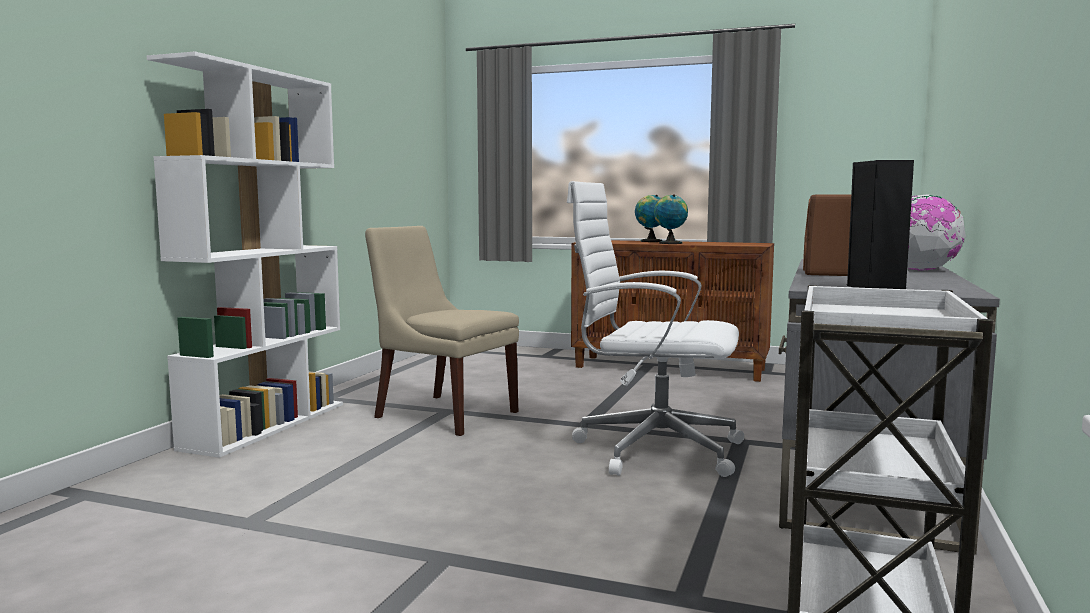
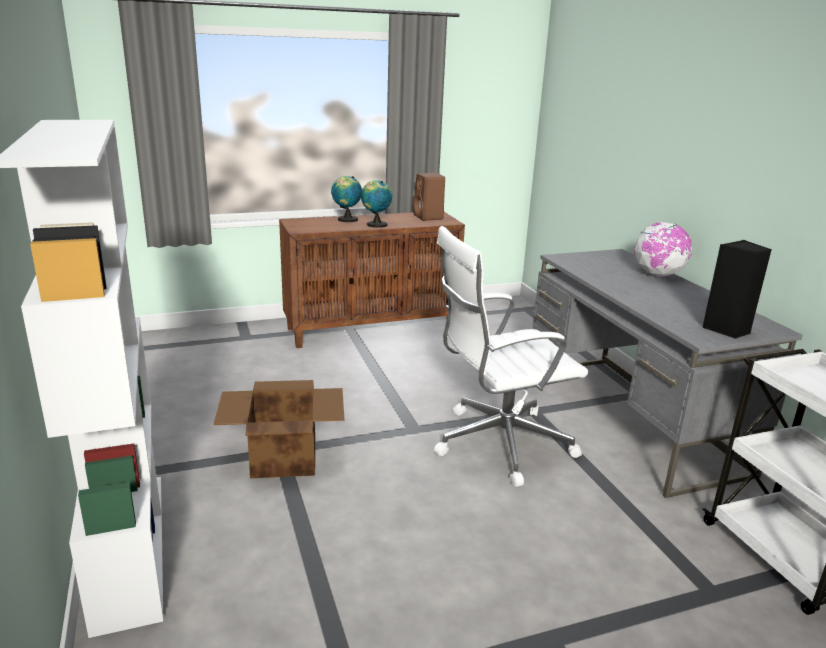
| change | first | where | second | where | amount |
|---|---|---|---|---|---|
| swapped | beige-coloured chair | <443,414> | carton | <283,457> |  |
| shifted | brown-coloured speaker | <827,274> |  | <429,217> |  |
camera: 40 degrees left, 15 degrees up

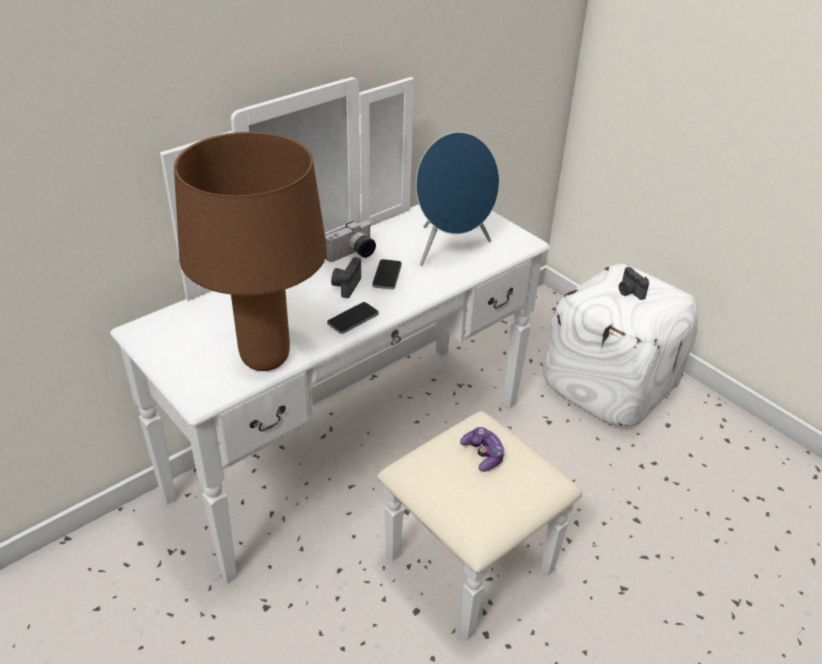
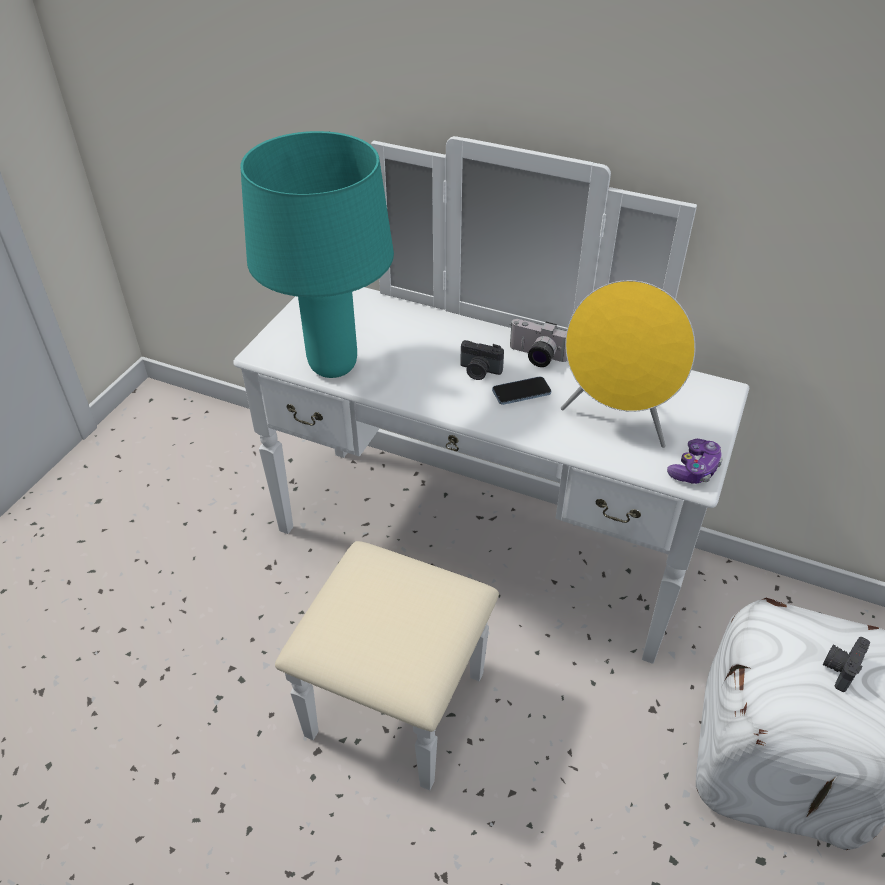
| change | first | where | second | where | amount |
|---|---|---|---|---|---|
| repainted | brown-coloured tabletop lamp | <266,359> | turquoise tabletop lamp | <333,367> |  |
| rotated | still camera | <345,286> |  | <479,371> | 150 degrees counterclockwise |
| repainted | blue speaker | <451,249> | yellow-coloured speaker | <616,421> |  |
| shifted | game controller | <483,454> |  | <694,469> |  |
| gone | phone | <353,319> |  |  |  |
camera: 65 degrees right, 5 degrees up

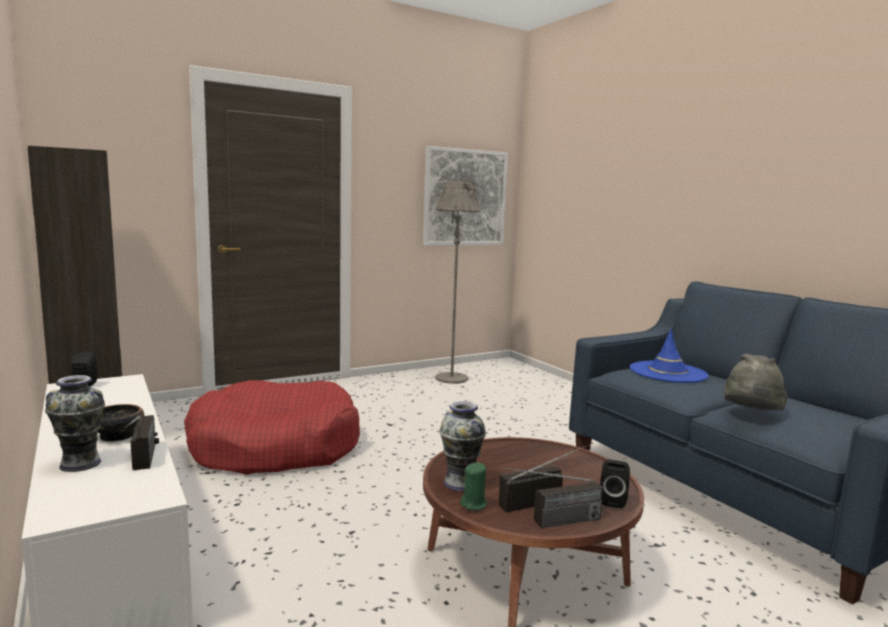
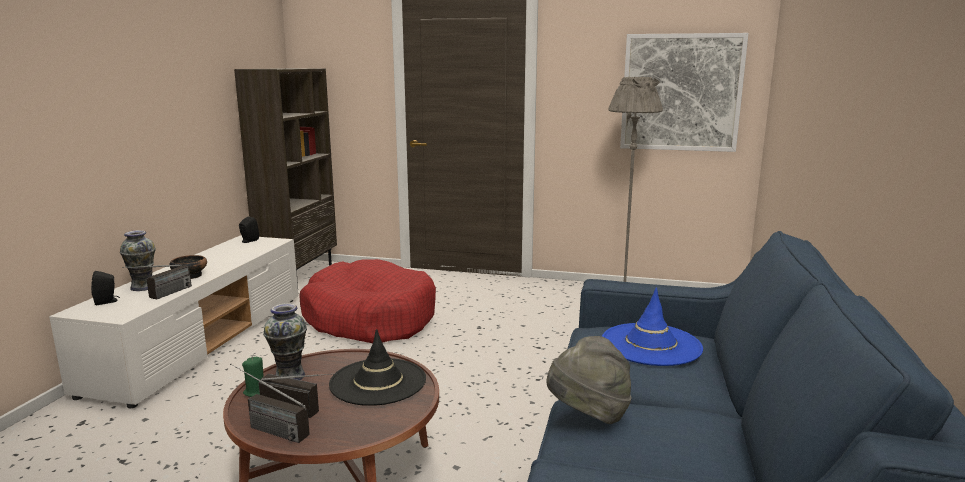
| change | first | where | second | where | amount |
|---|---|---|---|---|---|
| shifted | blackish speaker | <612,500> |  | <107,302> |  |
| new |  |  | blackish clothing hat | <378,382> |  |
camera: 45 degrees right, 5 degrees up

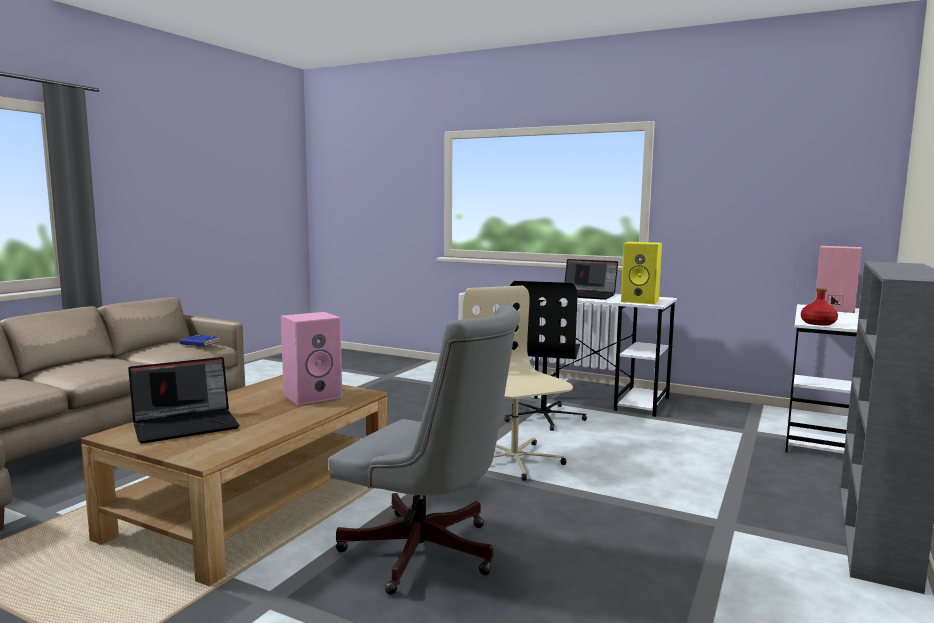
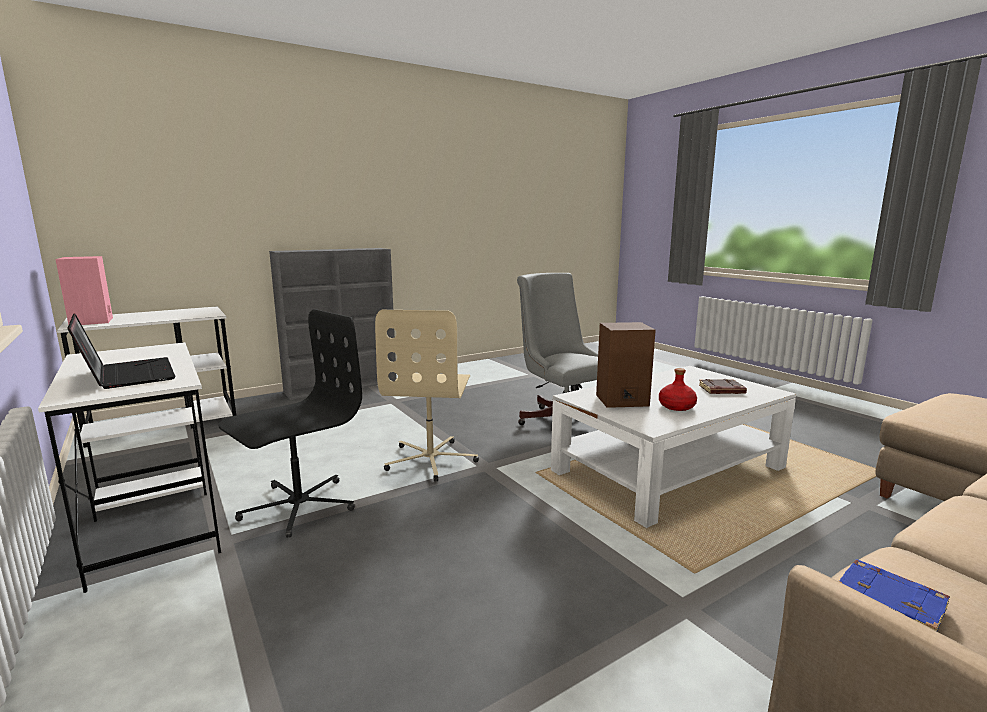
| change | first | where | second | where | amount |
|---|---|---|---|---|---|
| repainted | brown-coloured lounge table | <256,504> | white lounge table | <668,470> |  |
| repainted | pinkish speaker | <313,395> | brown-coloured speaker | <621,401> |  |
| shifted | red beverage bottle | <818,323> |  | <676,406> |  |
| swapped | laptop | <187,425> | brown-coloured book | <721,390> |  |
| gone | yellow-coloured speaker | <641,301> |  |  |  |
camera: 150 degrees left, 5 degrees up

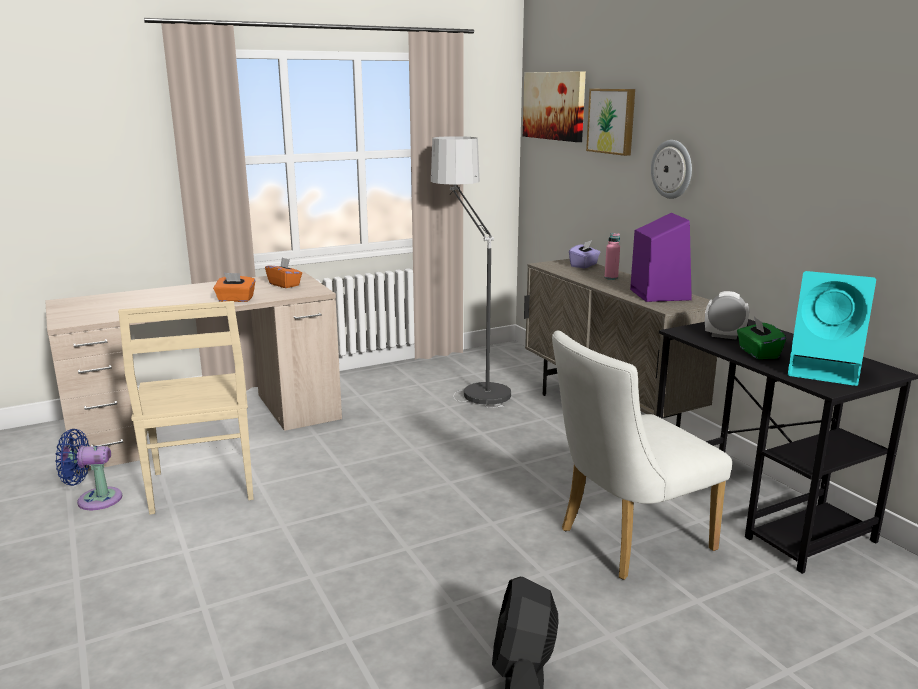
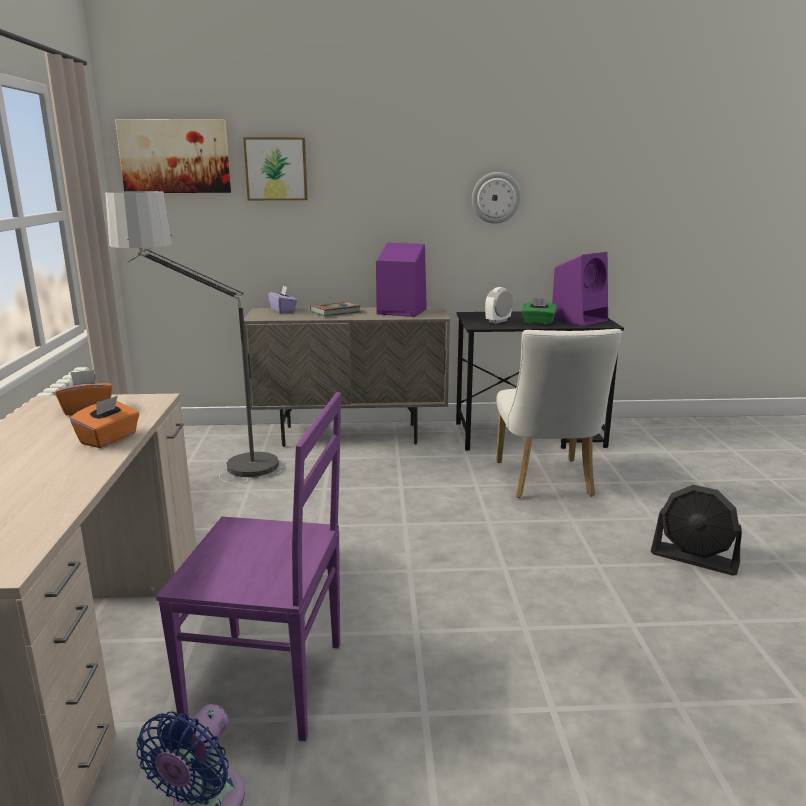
| change | first | where | second | where | amount |
|---|---|---|---|---|---|
| repainted | beige-coloured chair | <202,488> | purple-coloured chair | <271,683> |  |
| swapped | pinkish beverage bottle | <611,278> | book | <335,312> |  |
| shifted | clock on the wall | <672,169> |  | <496,197> |  |
| repainted | turquoise speaker | <825,371> | purple-coloured speaker | <580,319> |  |
camera: 65 degrees left, 0 degrees up

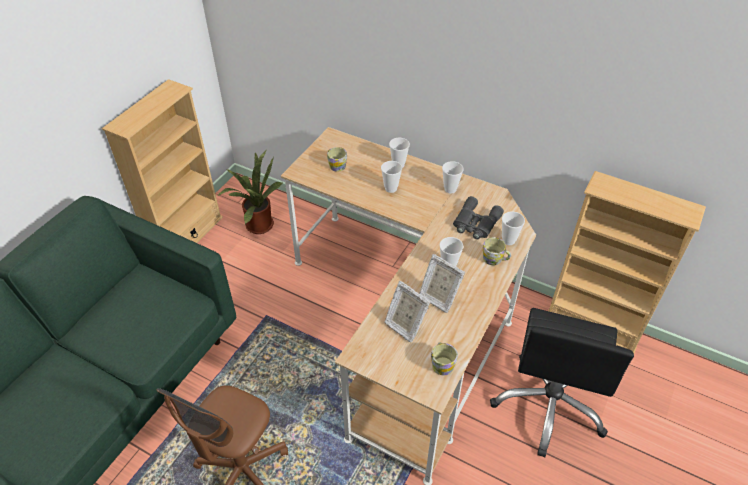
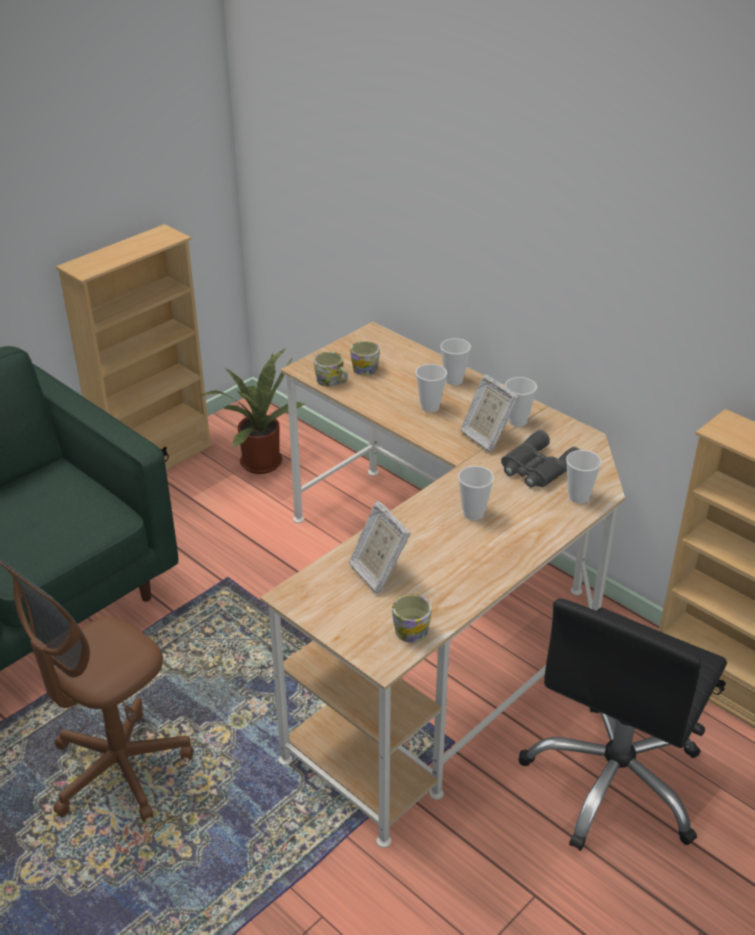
| change | first | where | second | where | amount |
|---|---|---|---|---|---|
| shifted | coffee mug | <495,259> |  | <332,382> |  |
| shifted | picture frame | <438,297> |  | <486,437> |  |
camera: 15 degrees right, 10 degrees down

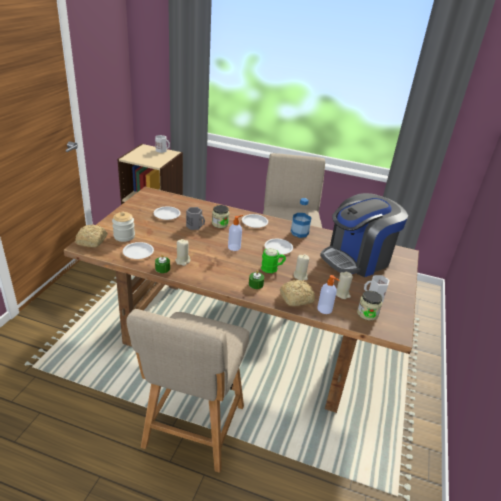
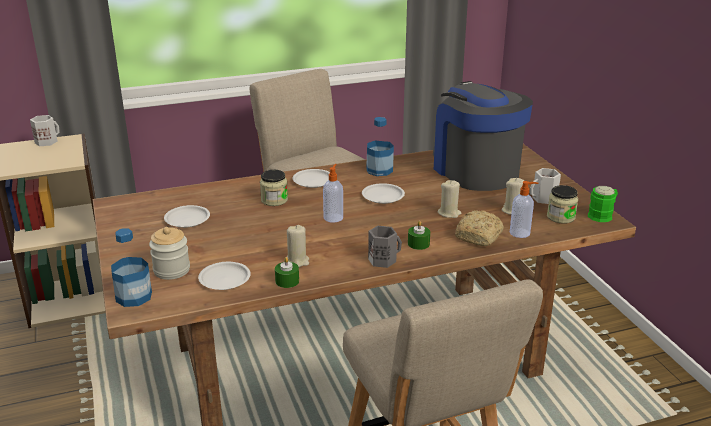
| change | first | where | second | where | amount |
|---|---|---|---|---|---|
| swapped | bread | <92,241> | beverage bottle | <134,296> |  |
| shifted | grey coffee mug | <194,226> |  | <383,259> |  |
| rotated | coffee machine | <357,259> |  | <475,170> | 135 degrees clockwise |
| shifted | greenish coffee mug | <272,268> |  | <603,214> |  |
camera: 35 degrees left, 5 degrees down

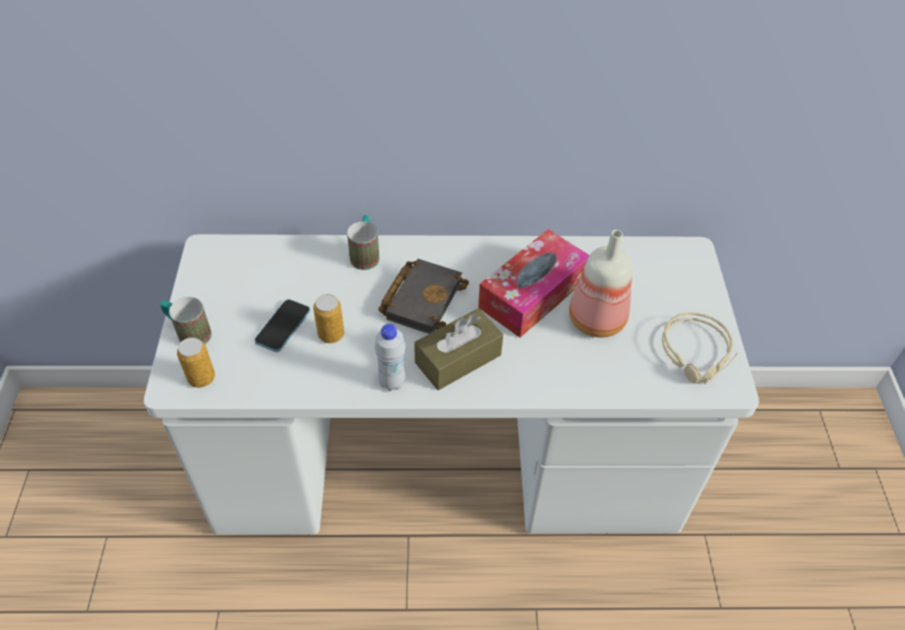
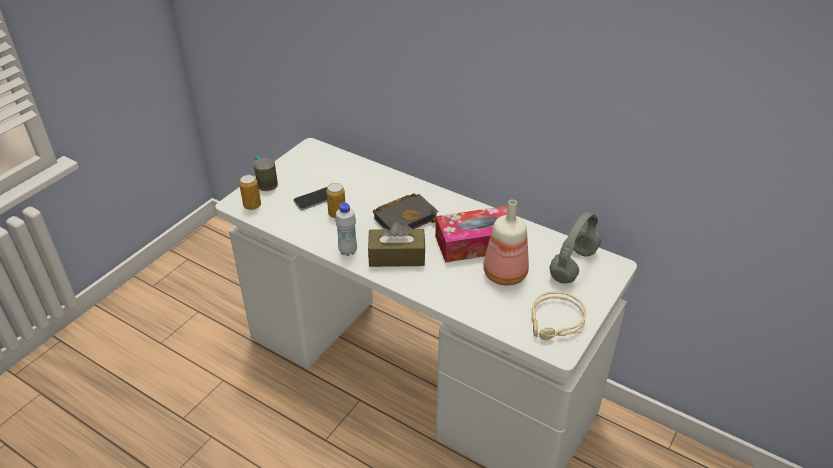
| change | first | where | second | where | amount |
|---|---|---|---|---|---|
| new |  |  | grey pair of headphones | <573,264> |  |
| gone | coffee mug | <365,254> |  |  |  |
camera: 35 degrees right, 10 degrees down

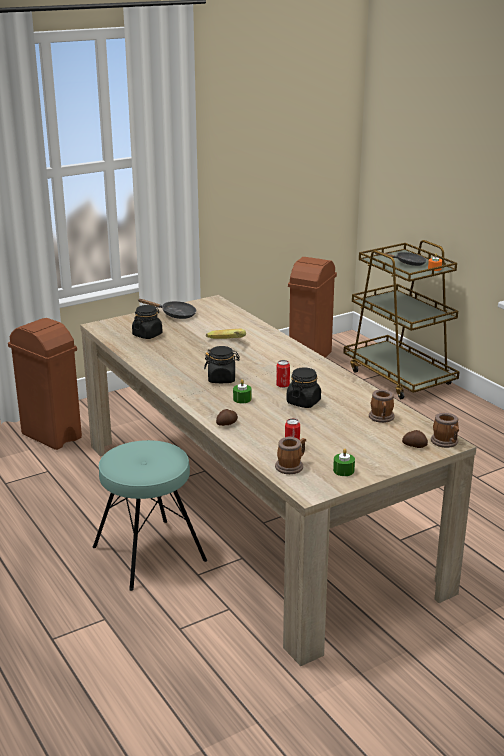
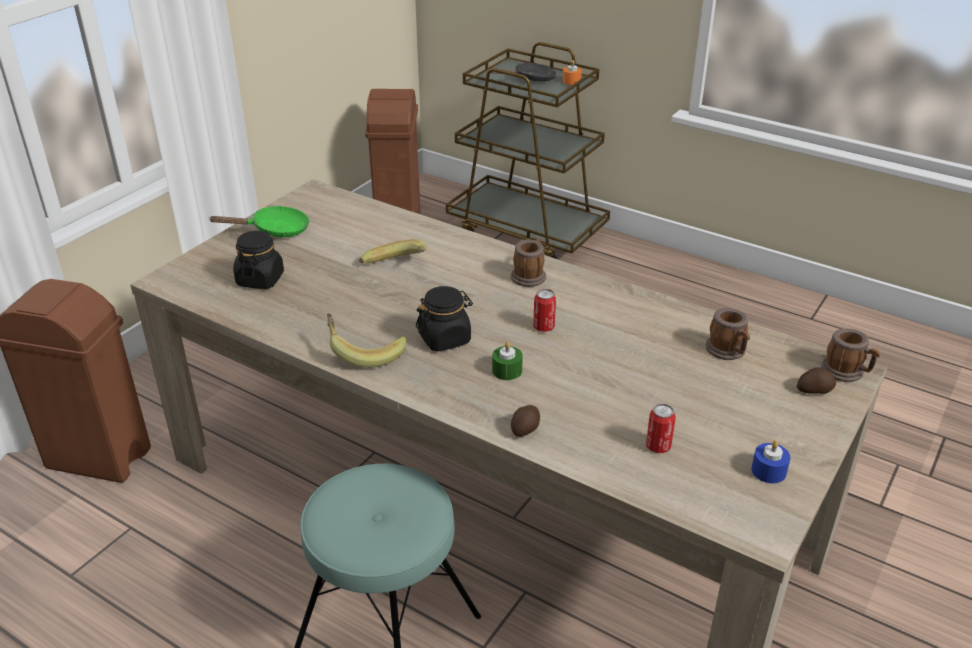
| change | first | where | second | where | amount |
|---|---|---|---|---|---|
| repainted | blackish frying pan | <175,314> | greenish frying pan | <275,230> |  |
| new |  |  | banana fruit | <364,352> |  |
| shifted | coffee mug | <291,466> |  | <530,275> |  |
| repainted | greenish wax light | <343,470> | blue wax light | <768,471> |  |
| gone | blackish jar | <303,402> |  |  |  |
camera: 25 degrees left, 10 degrees up

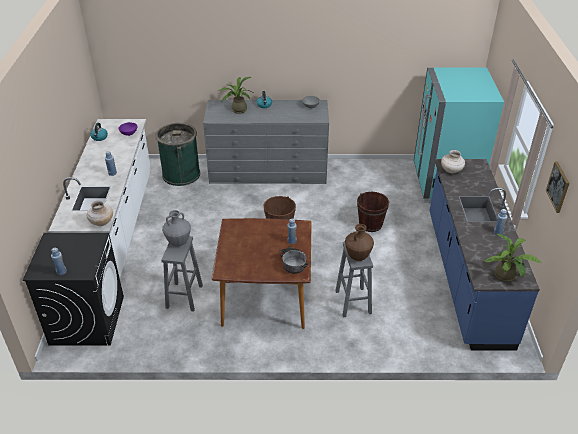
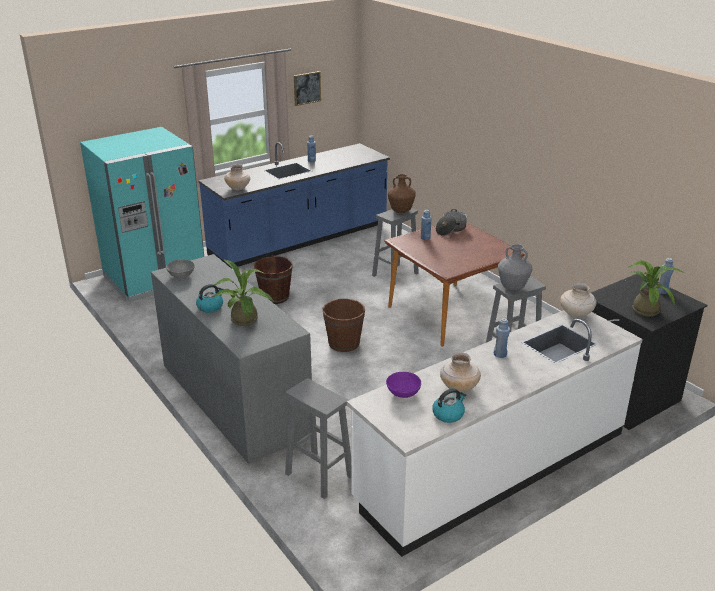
| change | first | where | second | where | amount |
|---|---|---|---|---|---|
| swapped | greenish trash can | <181,174> | grey stool | <318,474> |  |
| new |  |  | beige-coloured vase | <459,388> |  |
| shifted | plant in a pot | <507,277> |  | <645,309> |  |
camera: 125 degrees left, 10 degrees down

